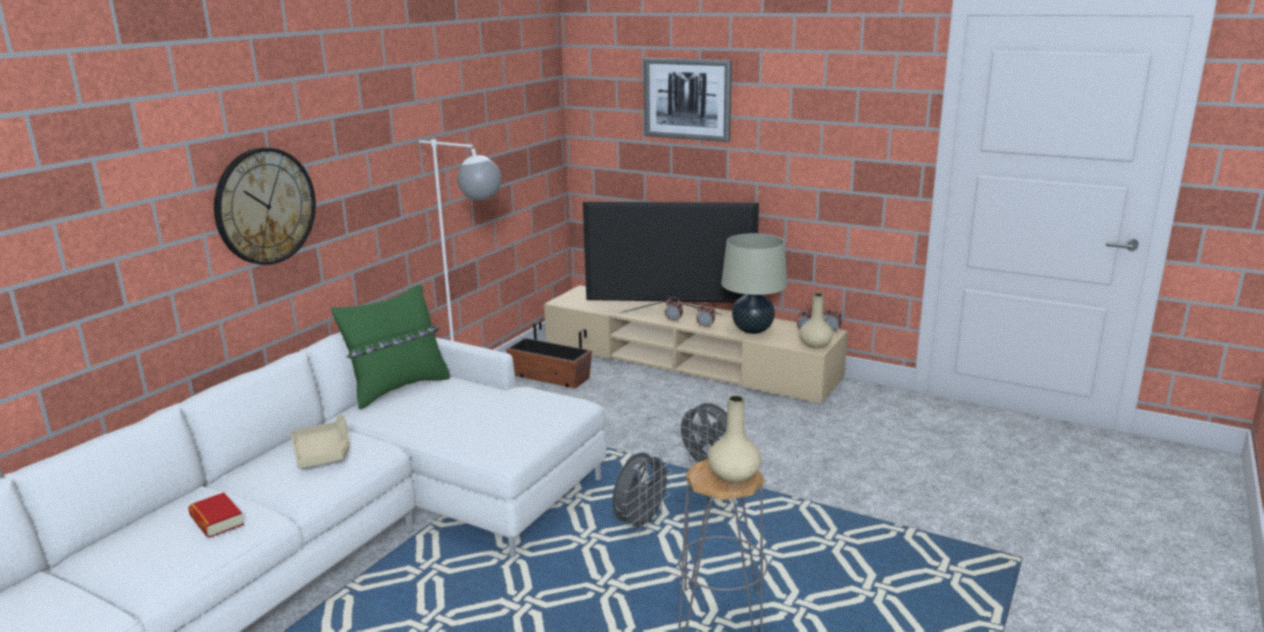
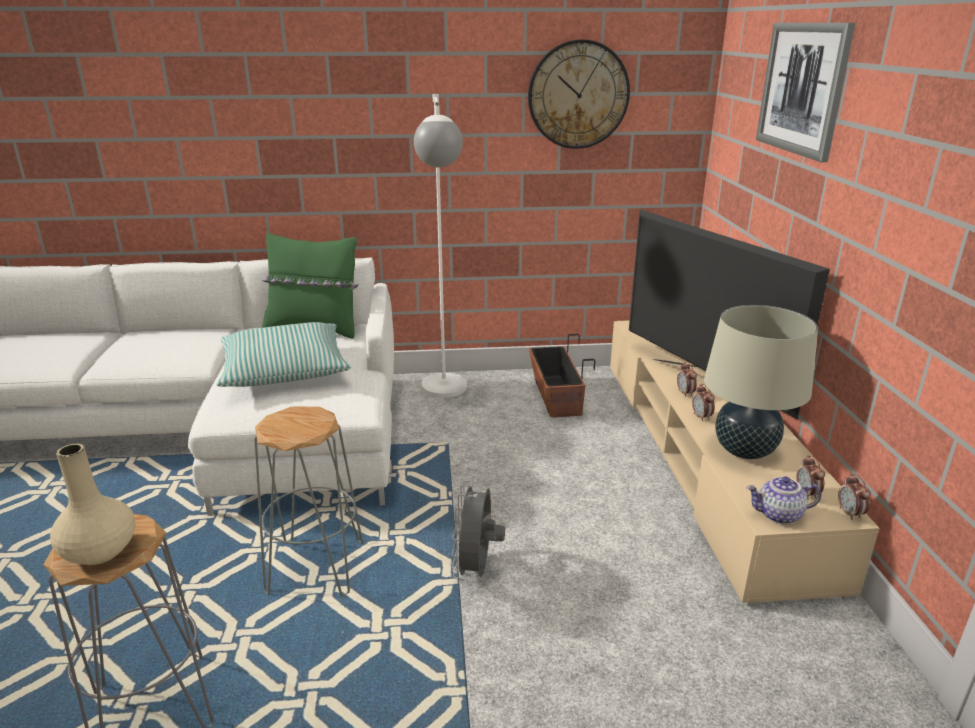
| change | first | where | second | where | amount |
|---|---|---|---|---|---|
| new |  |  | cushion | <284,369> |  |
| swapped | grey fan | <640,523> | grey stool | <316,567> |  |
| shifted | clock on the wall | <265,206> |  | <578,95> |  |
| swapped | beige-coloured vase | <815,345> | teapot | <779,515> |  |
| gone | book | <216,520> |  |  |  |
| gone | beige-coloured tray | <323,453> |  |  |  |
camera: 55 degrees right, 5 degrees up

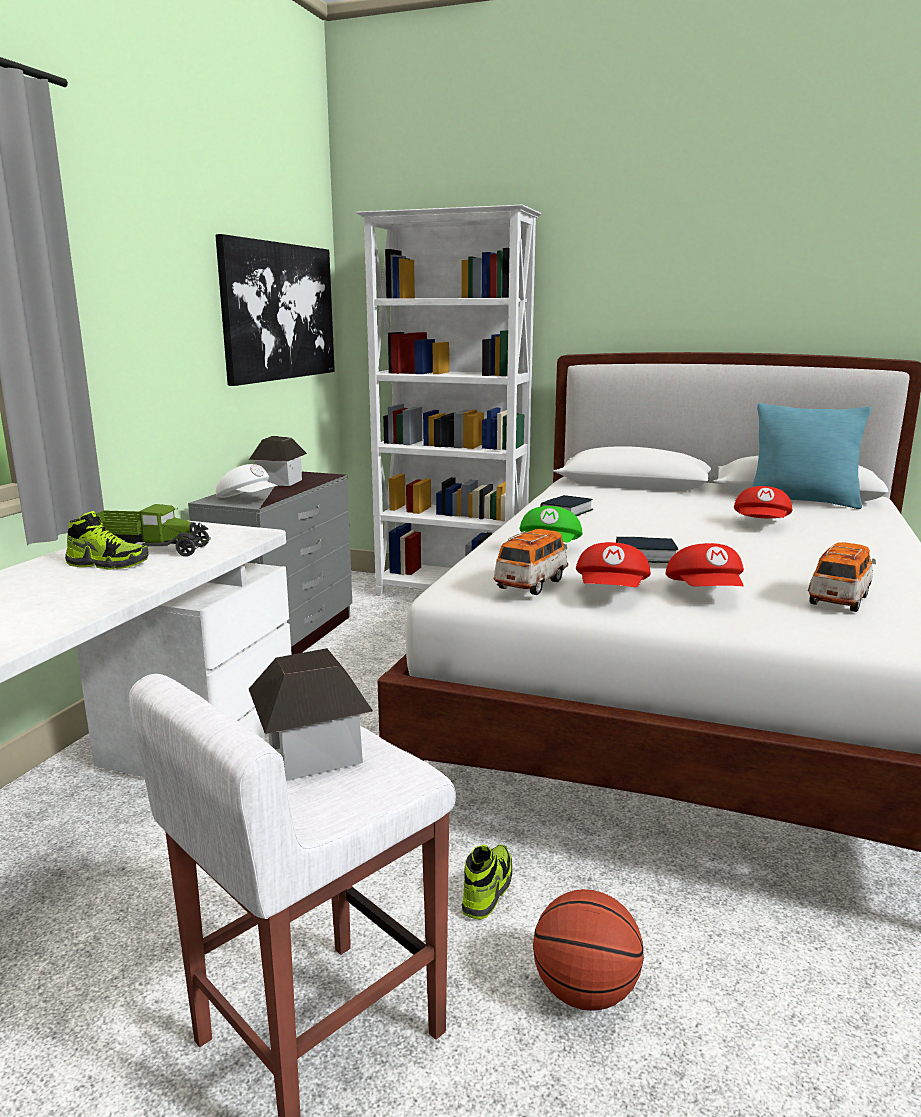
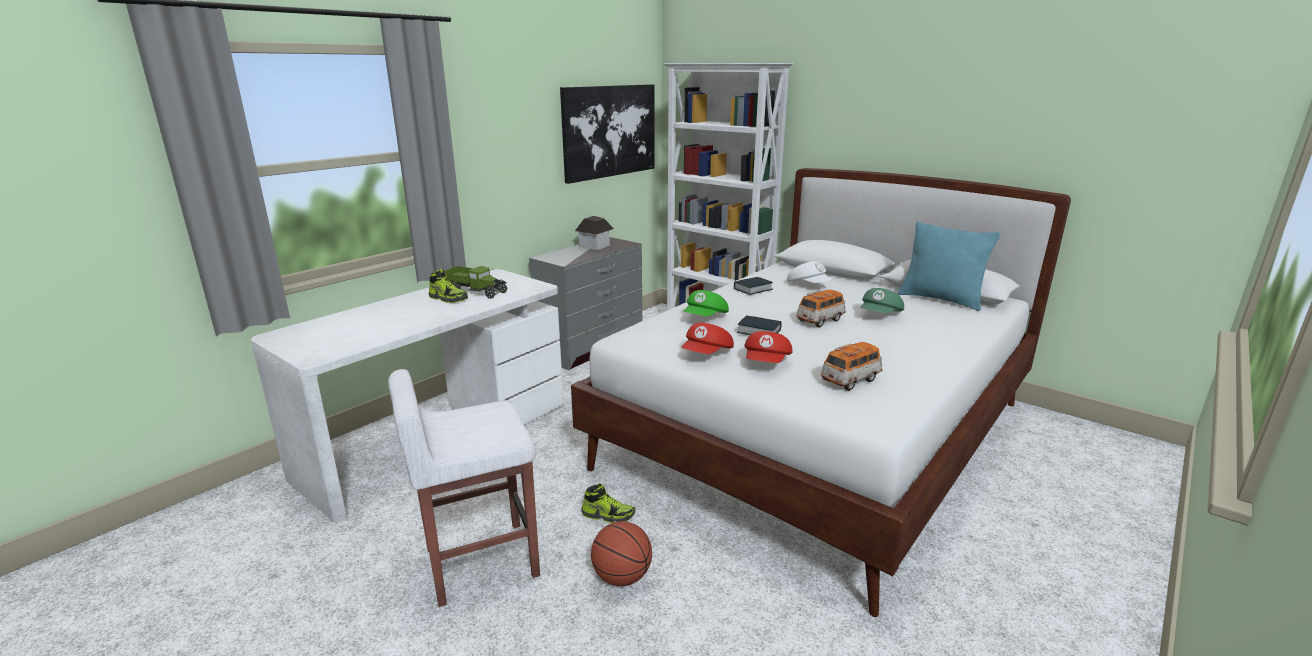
| change | first | where | second | where | amount |
|---|---|---|---|---|---|
| rotated | item of footwear | <487,890> |  | <608,515> | 60 degrees clockwise |
| shifted | white baseball cap | <248,500> |  | <809,285> |  |
| shifted | miniature car | <531,583> |  | <820,320> |  |
| repainted | red baseball cap | <762,525> | greenish baseball cap | <880,315> |  |
| gone | model house | <312,752> |  |  |  |
camera: 20 degrees right, 5 degrees up

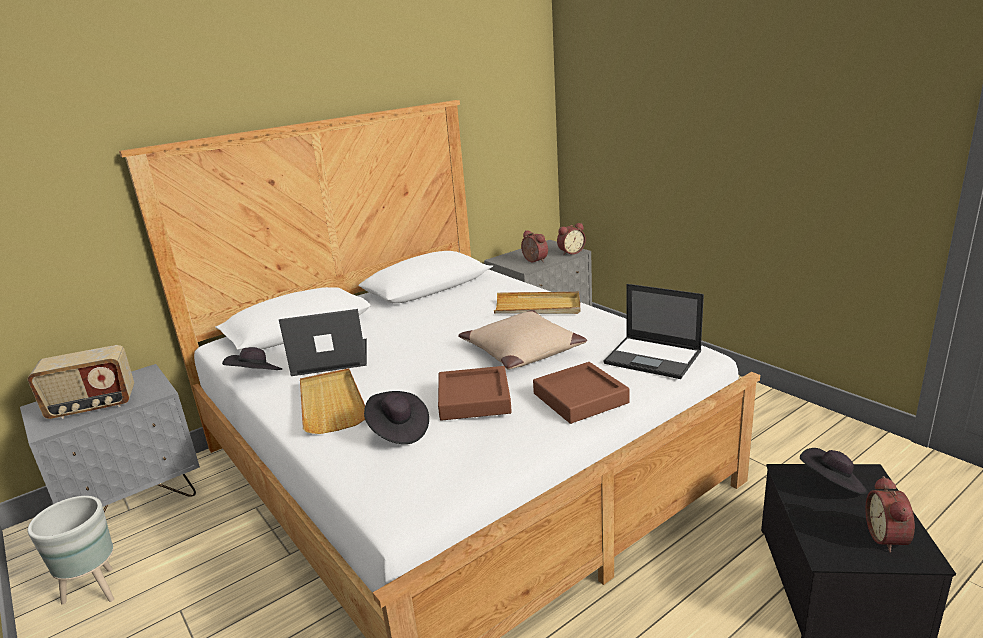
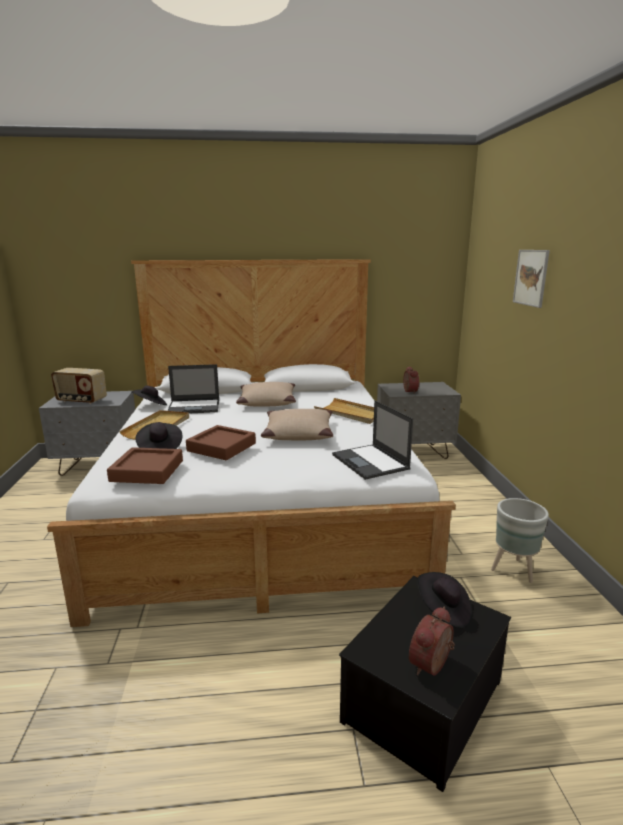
| change | first | where | second | where | amount |
|---|---|---|---|---|---|
| shifted | brown-coloured tray | <580,398> |  | <147,471> |  |
| rotated | laptop | <329,358> |  | <195,407> | 150 degrees clockwise |
| new |  |  | beige-coloured cushion | <266,402> |  |
| shifted | grey plant pot | <94,590> |  | <512,570> |  |
| new |  |  | picture | <531,277> |  |
| gone | alarm clock | <570,252> |  |  |  |
camera: 30 degrees right, 5 degrees down

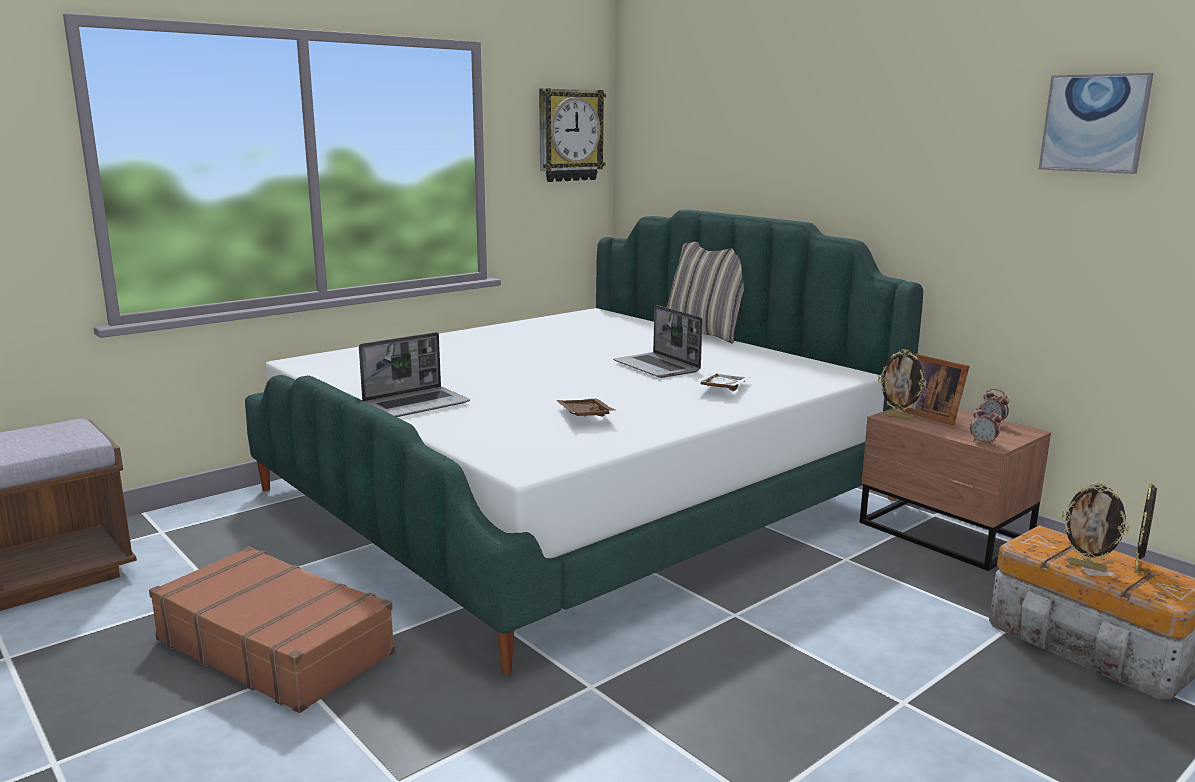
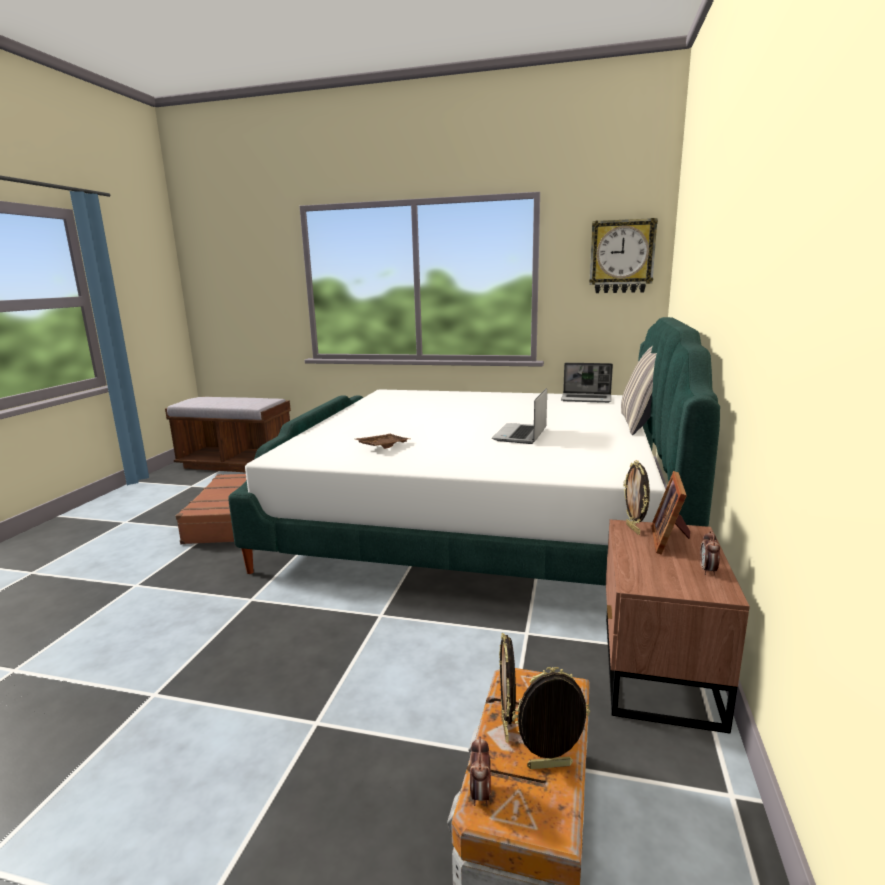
| change | first | where | second | where | amount |
|---|---|---|---|---|---|
| shifted | alarm clock | <983,442> |  | <480,794> |  |
| shifted | laptop | <417,404> |  | <587,399> |  |
| gone | white tray | <721,388> |  |  |  |
| gone | picture | <1094,123> |  |  |  |
camera: 55 degrees right, 0 degrees up

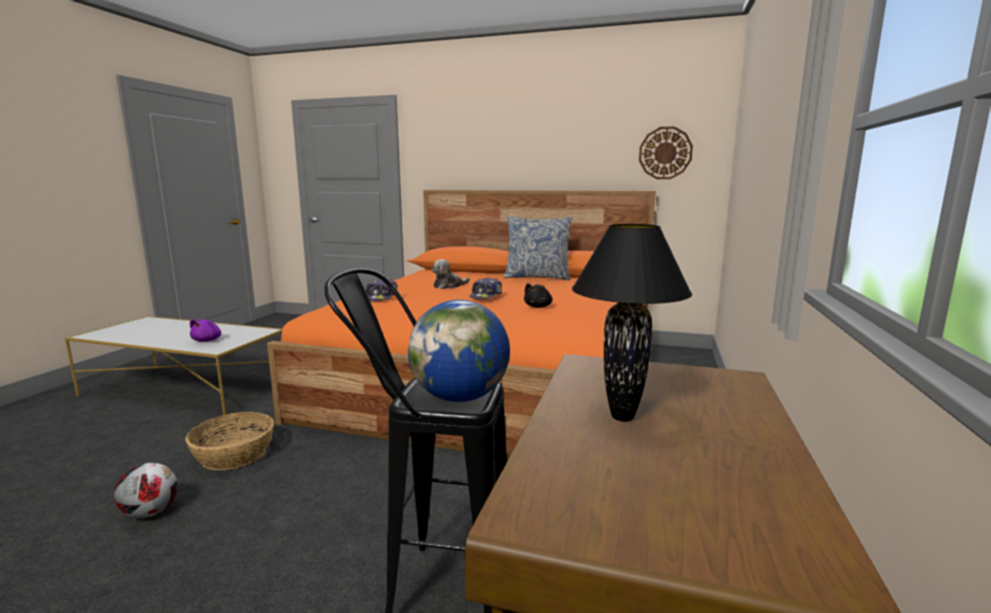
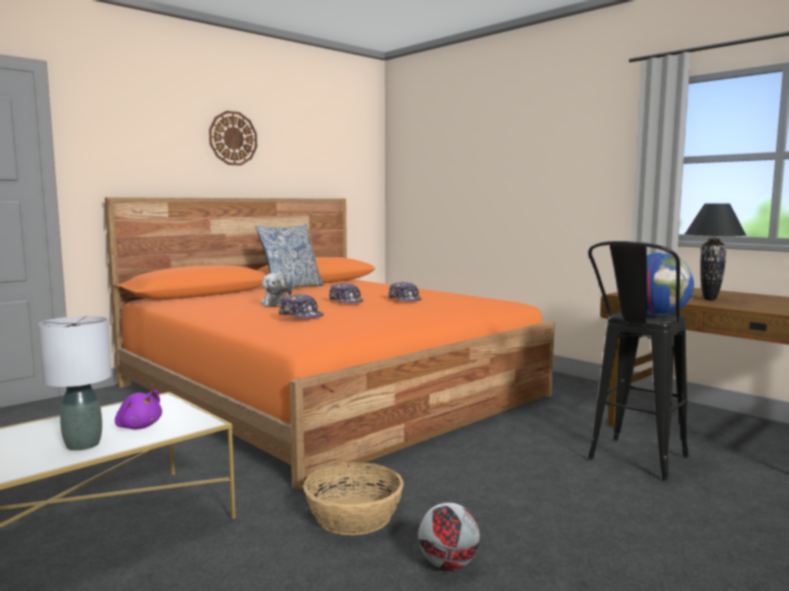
| change | first | where | second | where | amount |
|---|---|---|---|---|---|
| new |  |  | grey tabletop lamp | <83,444> |  |
| shifted | clock on the wall | <665,153> |  | <233,138> |  |
| swapped | blackish plush toy | <538,306> | baseball cap | <405,299> |  |
camera: 60 degrees left, 5 degrees down

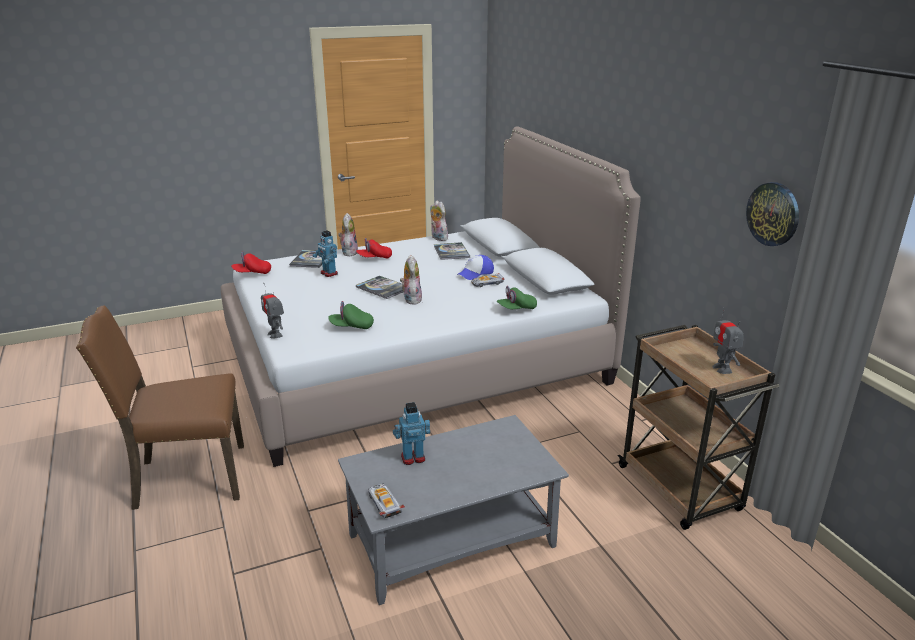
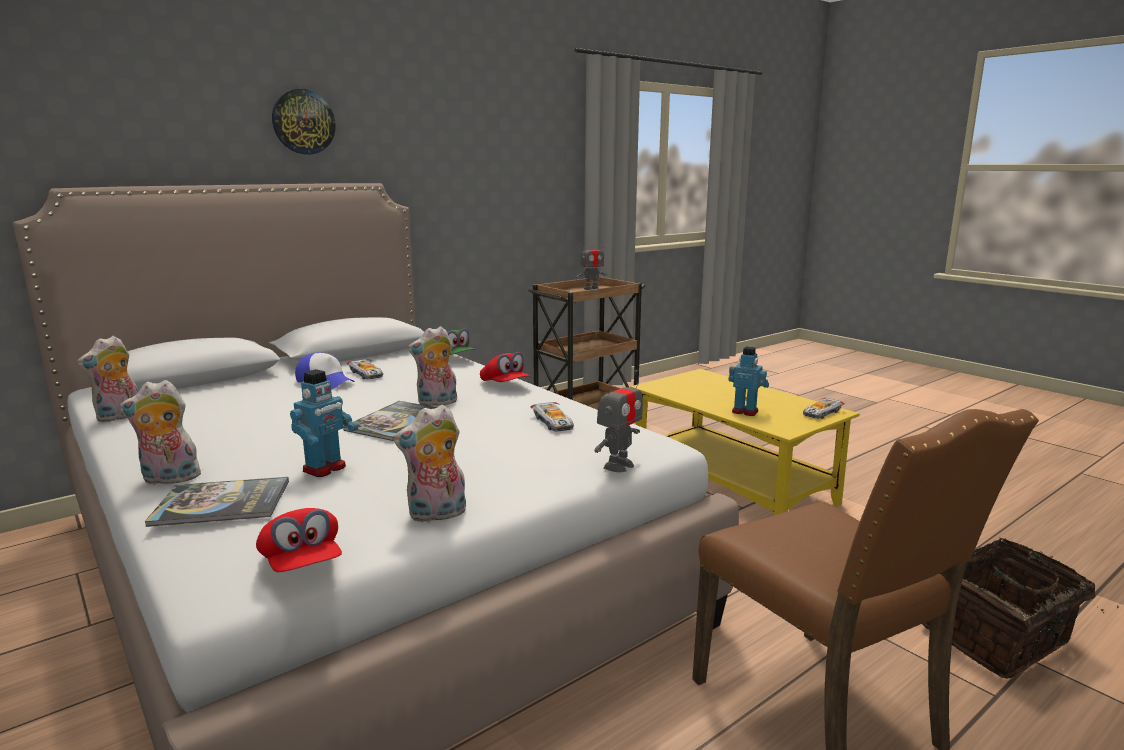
| change | first | where | second | where | amount |
|---|---|---|---|---|---|
| shifted | clock on the wall | <773,214> |  | <303,122> |  |
| new |  |  | plush toy | <436,515> |  |
| shifted | red baseball cap | <374,258> |  | <505,385> |  |
| swapped | greenish baseball cap | <351,326> | miniature car | <553,422> |  |
| repainted | grey lounge table | <450,542> | yellow-coloured lounge table | <733,486> |  |
| rotated | toy robot | <413,457> |  | <745,411> | 150 degrees clockwise |
| new |  |  | household basket | <998,637> |  |
| gone | book | <451,252> |  |  |  |
camera: 105 degrees left, 10 degrees down

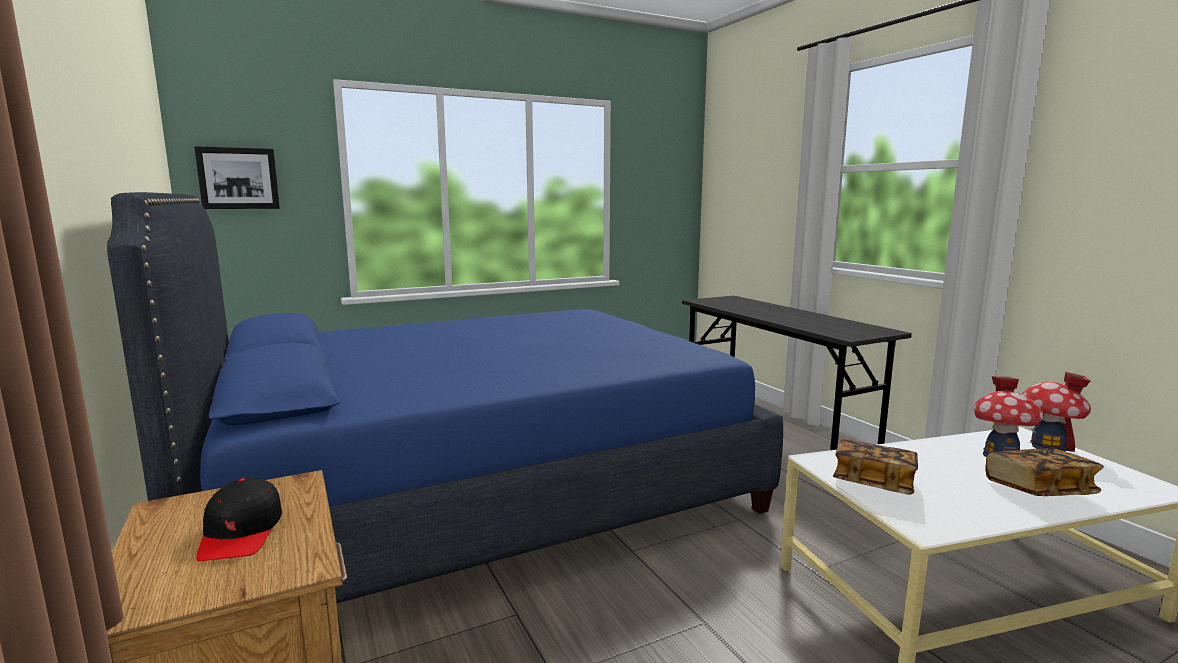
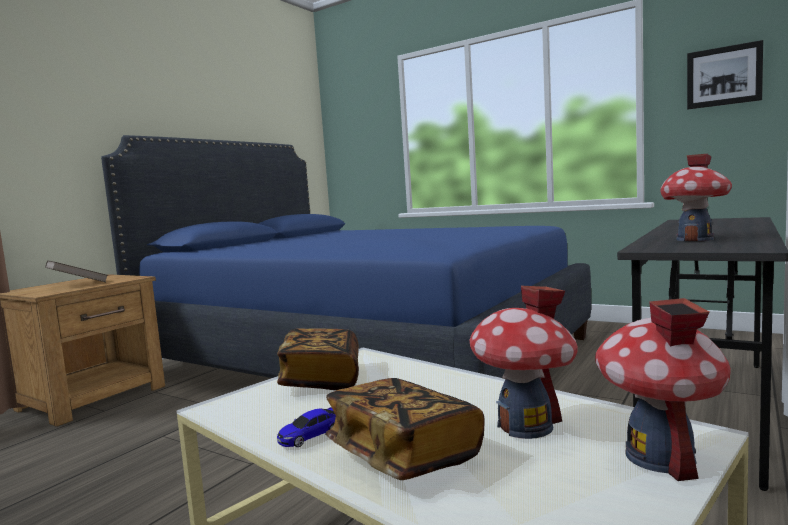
| change | first | where | second | where | amount |
|---|---|---|---|---|---|
| swapped | blackish baseball cap | <241,533> | brown-coloured book | <78,284> |  |
| new |  |  | miniature car | <311,436> |  |
| new |  |  | model house | <695,239> |  |
| shifted | picture | <238,178> |  | <723,76> |  |
camera: 60 degrees right, 5 degrees down

